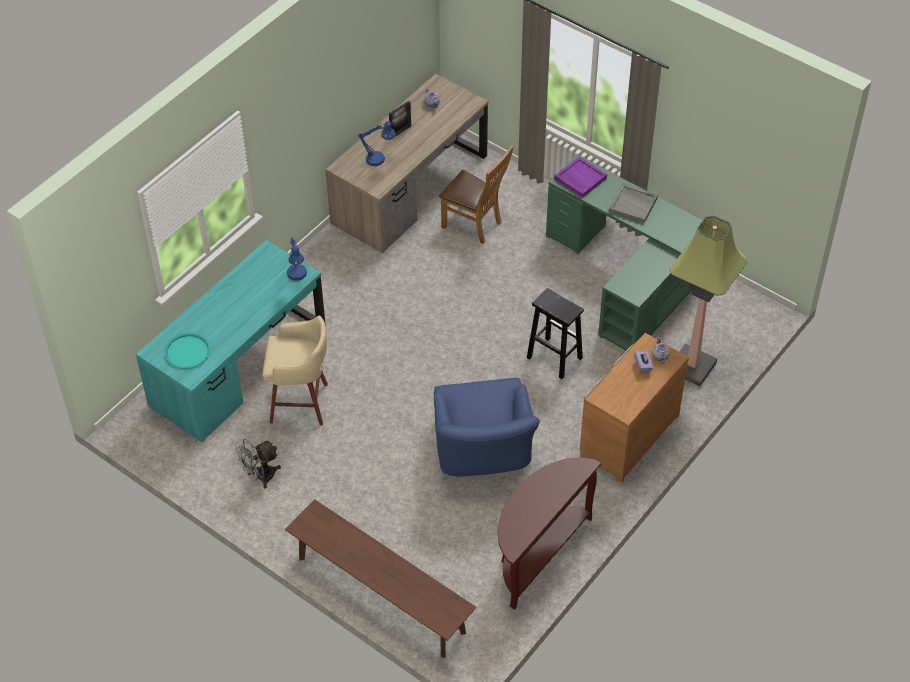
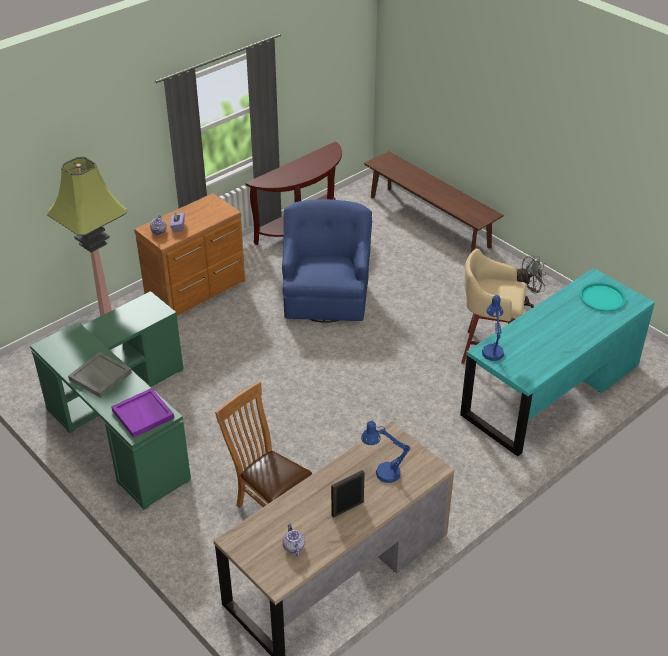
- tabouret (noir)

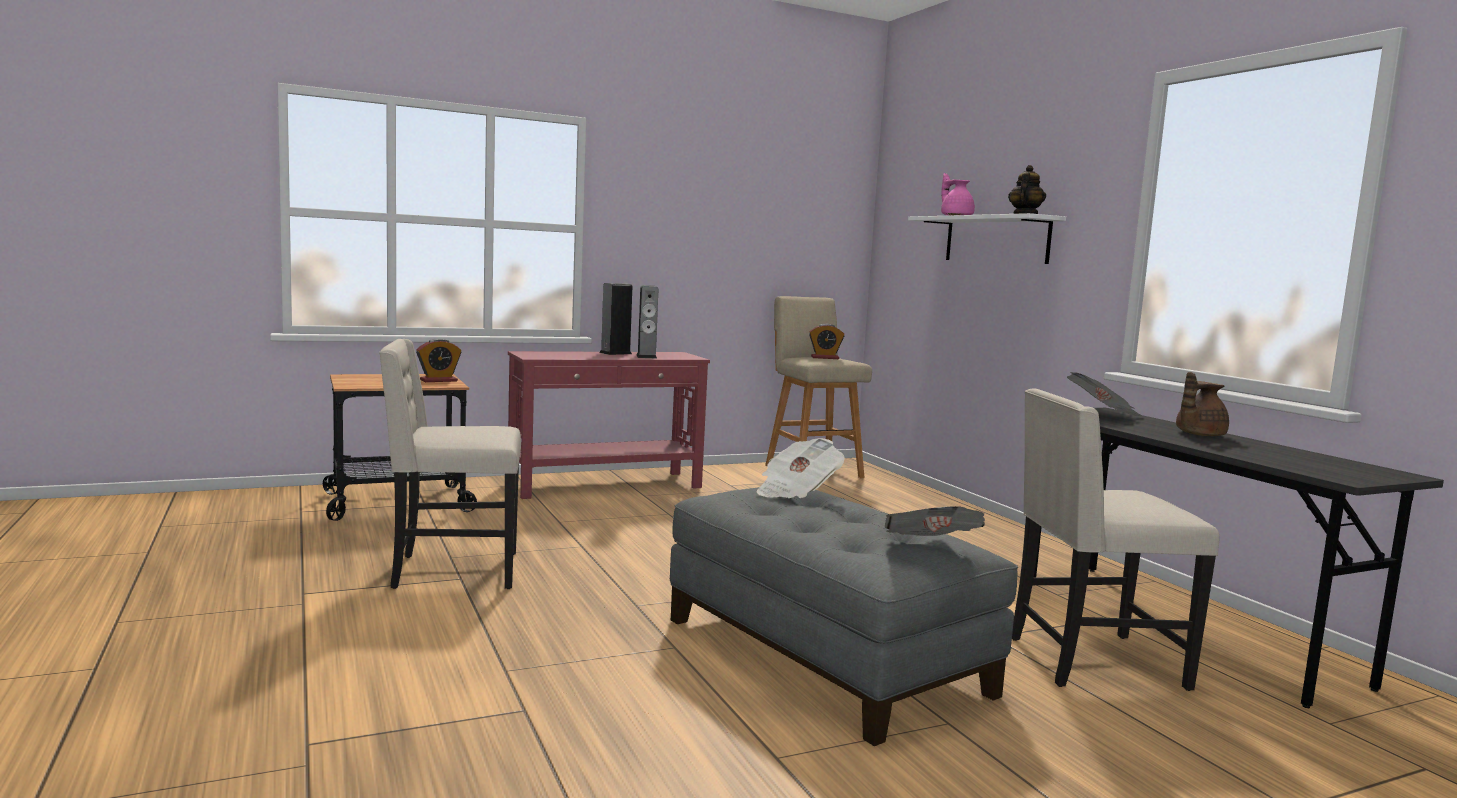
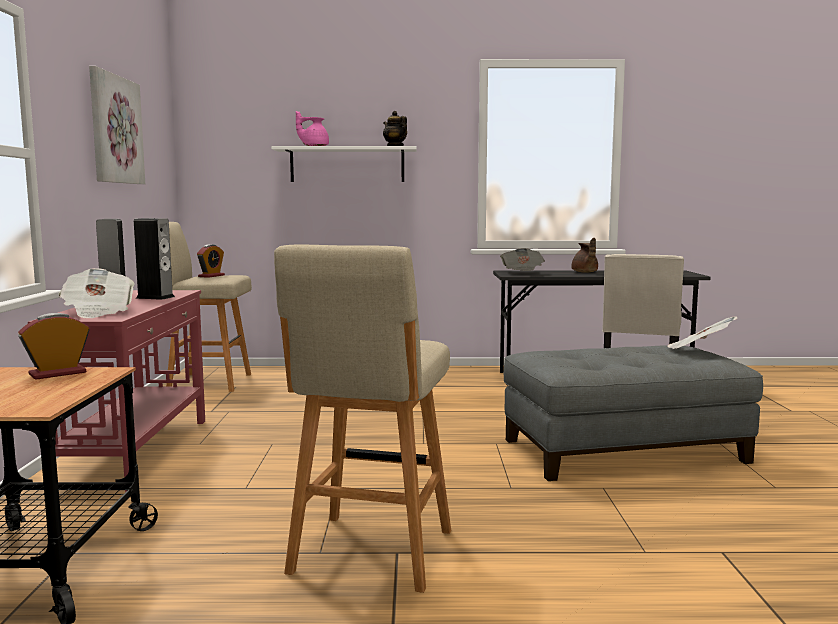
+ tableau
~ journal (no. 1 from left)
~ chaise (beige) (no. 1 from left) to tabouret (beige) (no. 2 from left)
~ réveil (no. 1 from left) 120 degrees counterclockwise

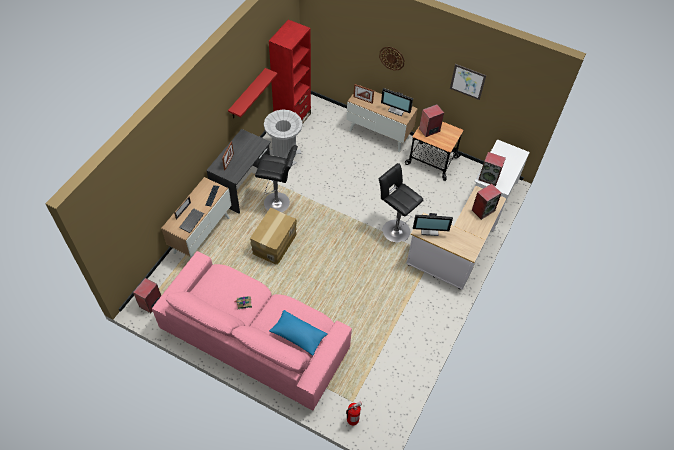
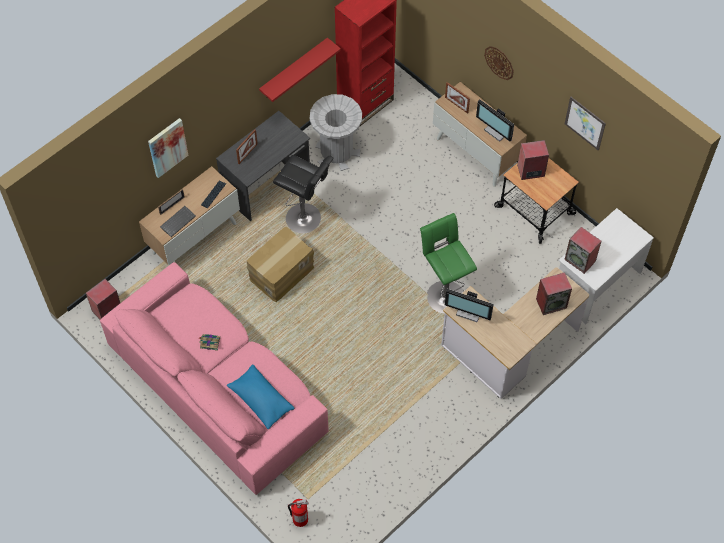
+ tableau (no. 1 from left)
~ tabouret (noir) (no. 2 from left) to tabouret (vert)

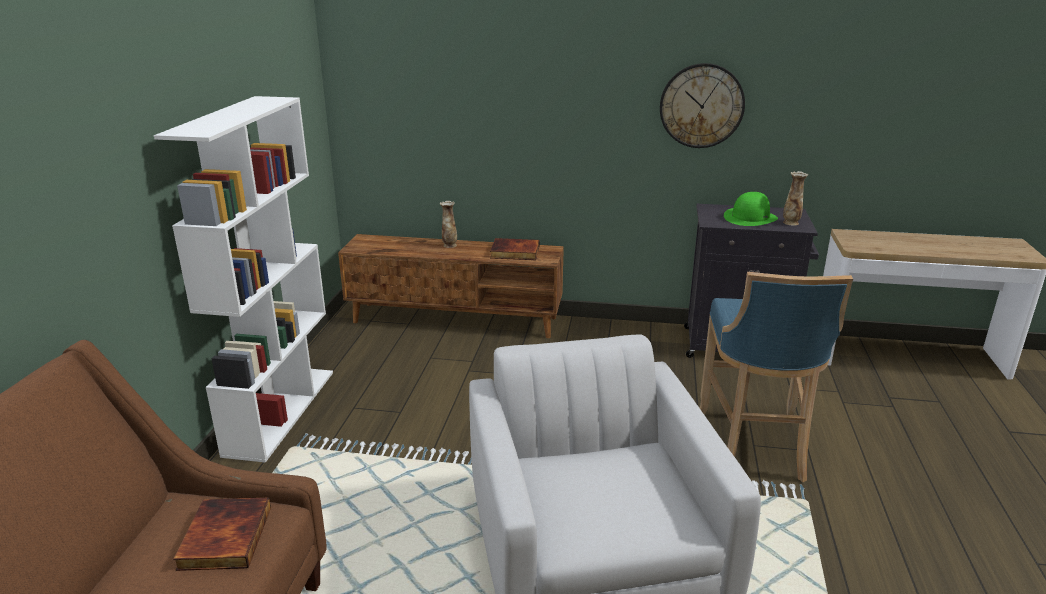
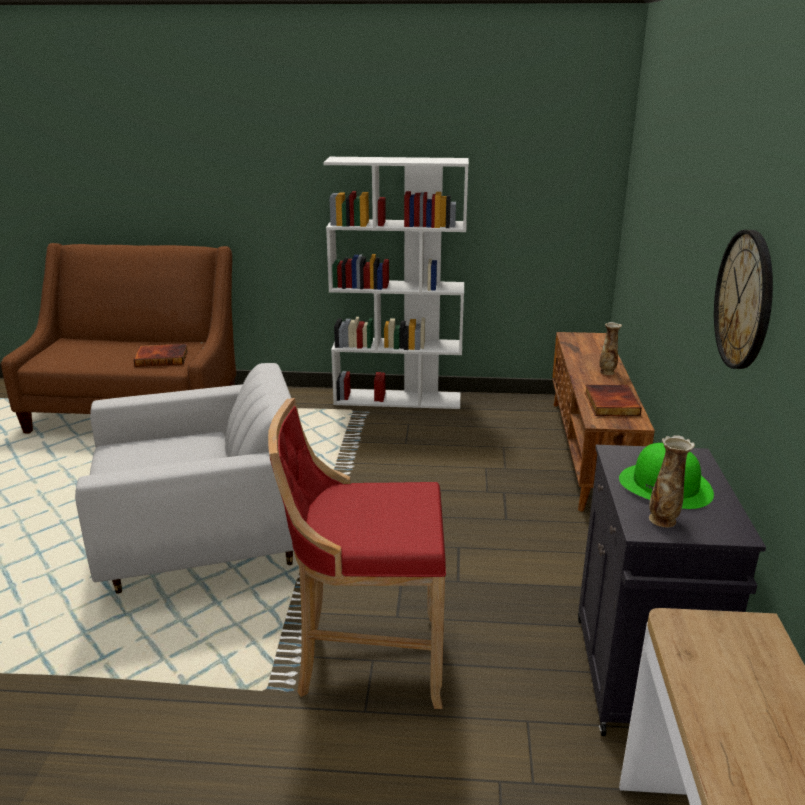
~ tabouret (bleu) to tabouret (rouge)

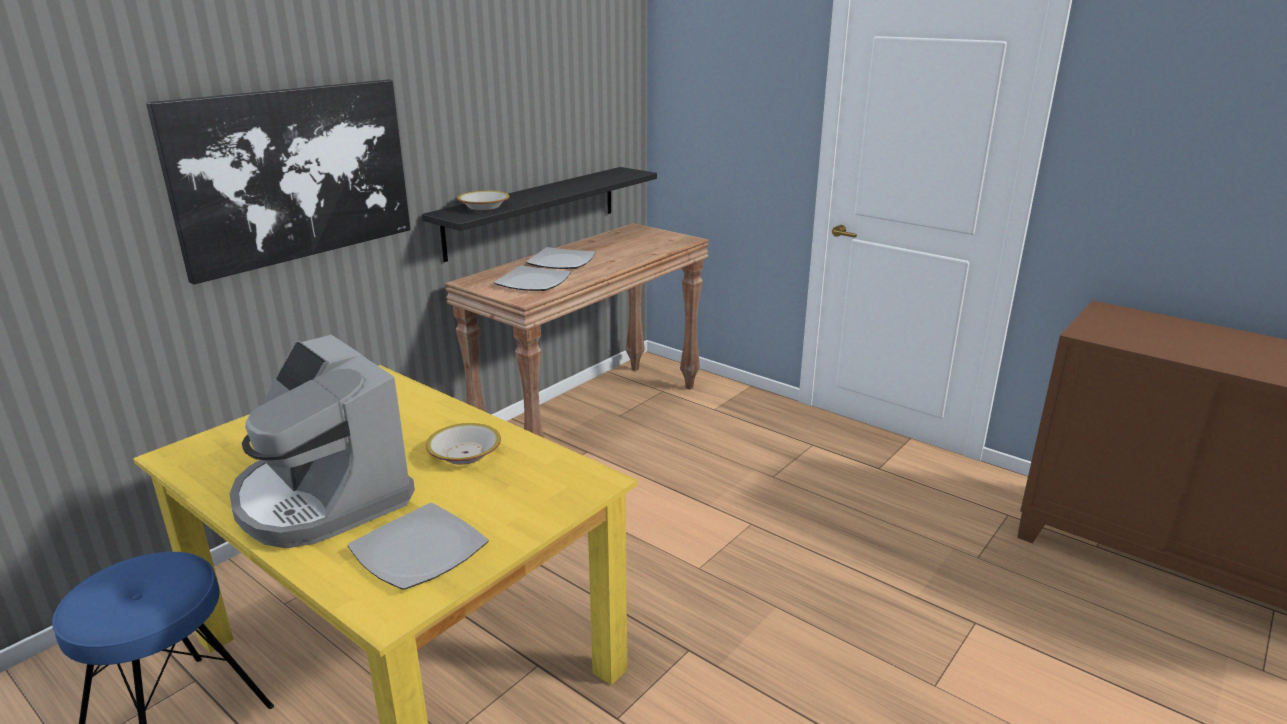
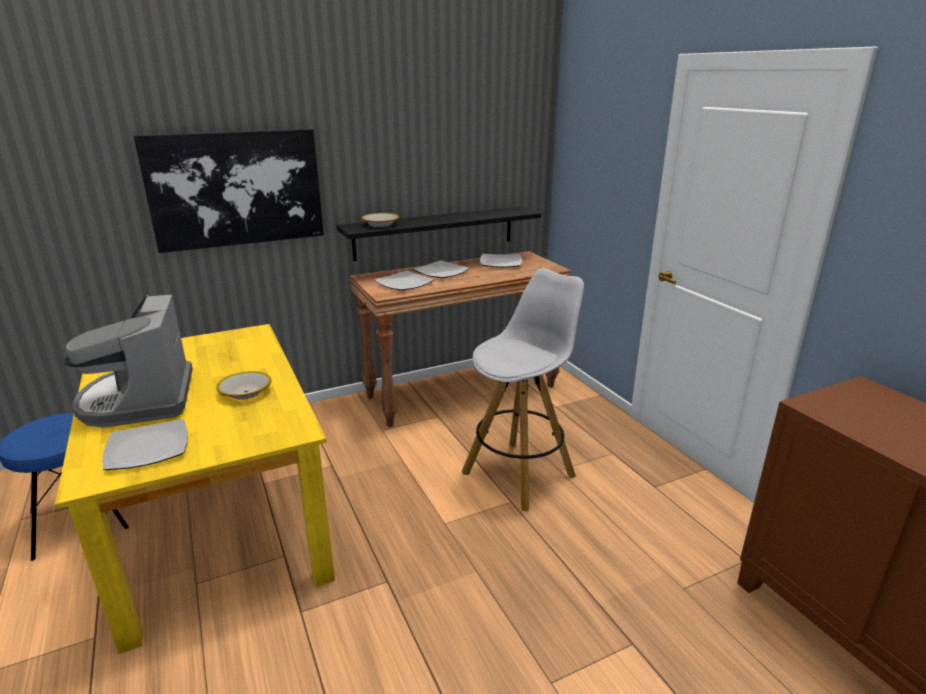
+ tabouret (blanc)
+ assiette (no. 4 from left)

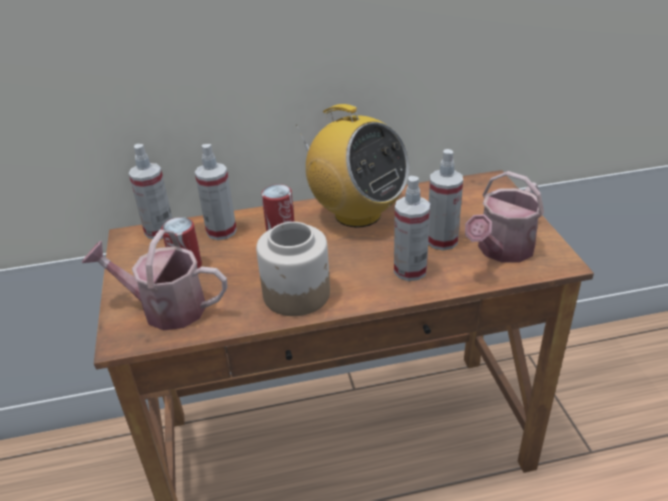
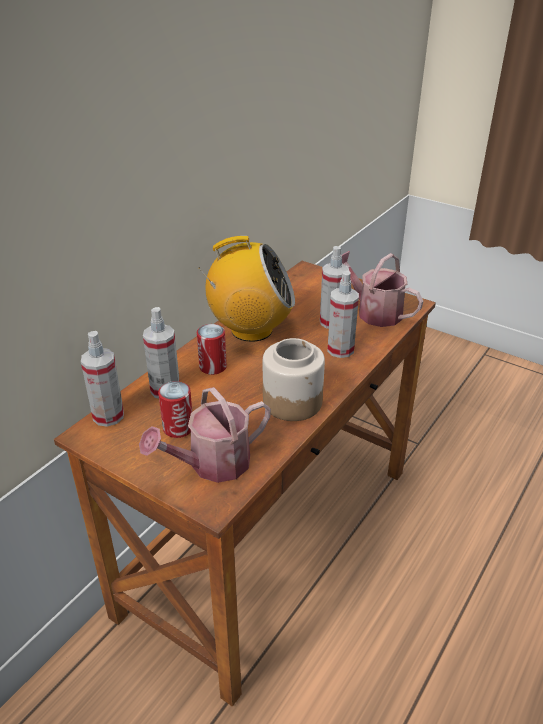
~ arrosoir (no. 2 from left) 135 degrees clockwise

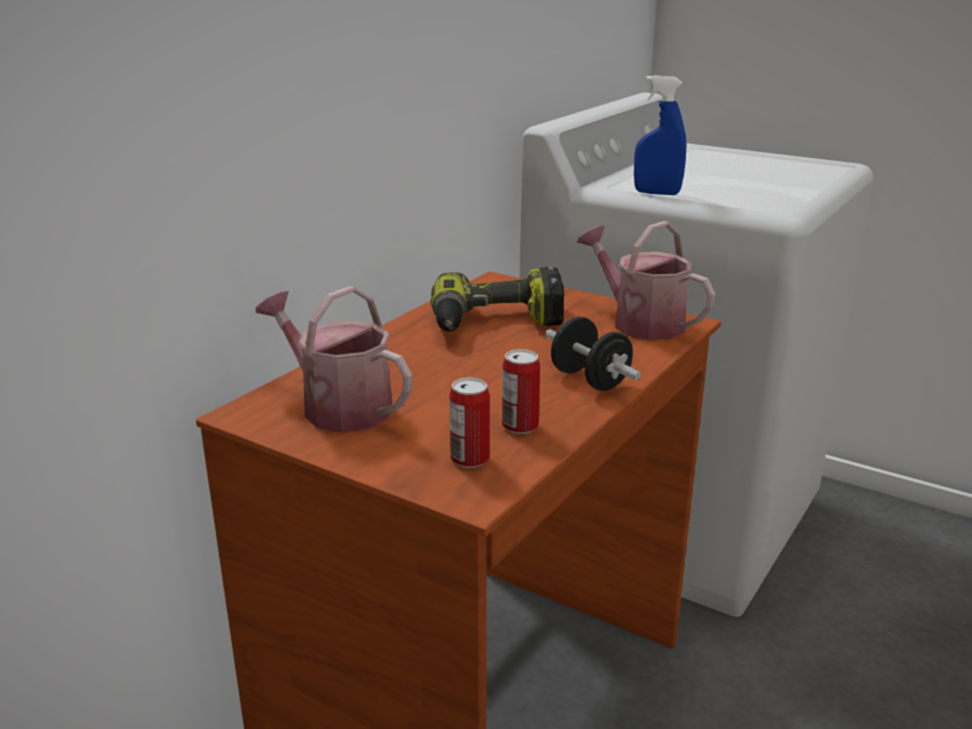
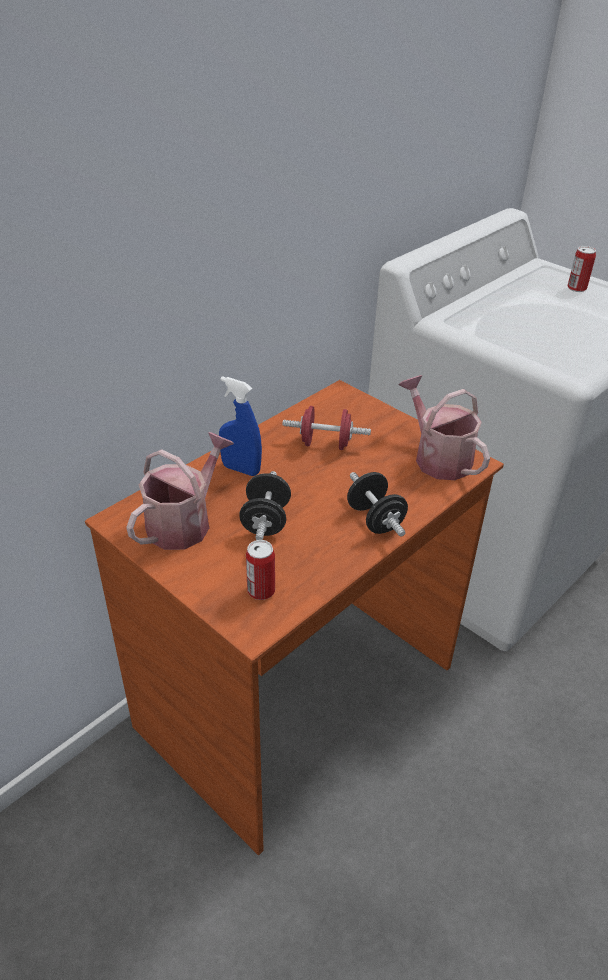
+ haltère (noir) (no. 1 from left)
~ boîte métallique (no. 2 from left)
~ vaporisateur (bleu)
~ perceuse to haltère (rouge)
~ arrosoir (no. 1 from left) 75 degrees clockwise

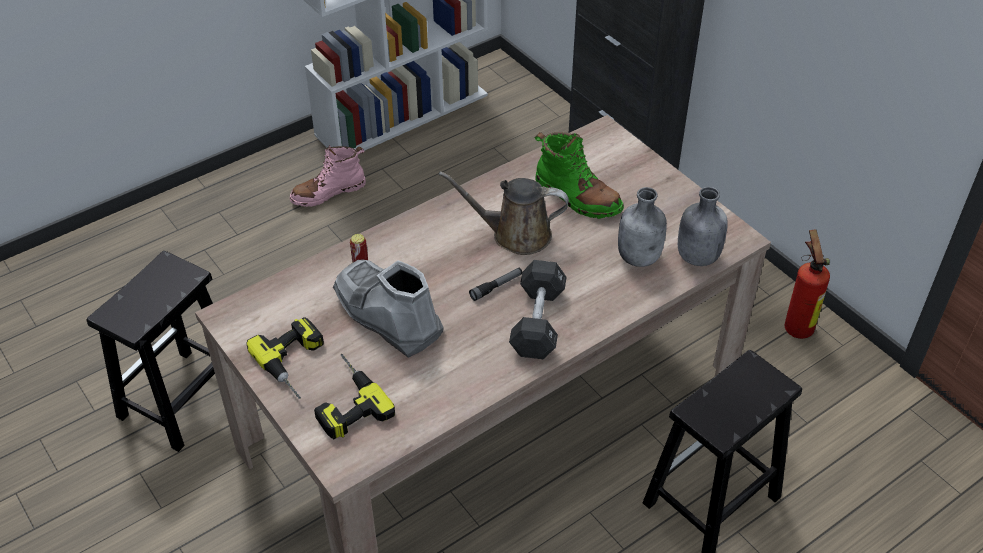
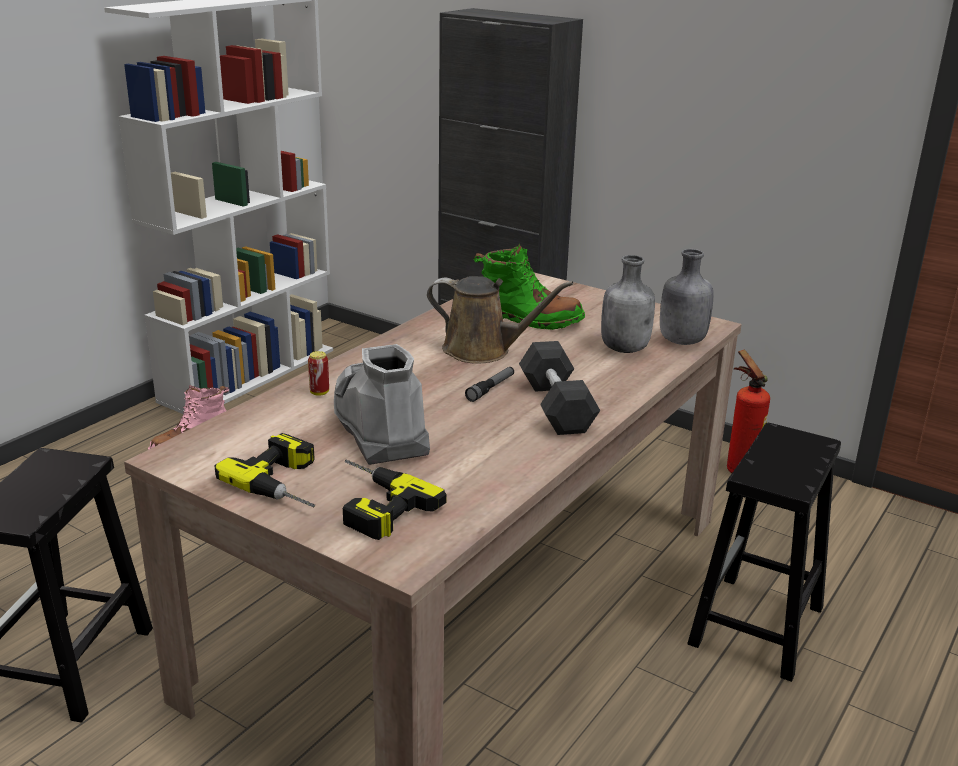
~ botte (gris) 45 degrees clockwise
~ arrosoir (marron) 150 degrees counterclockwise

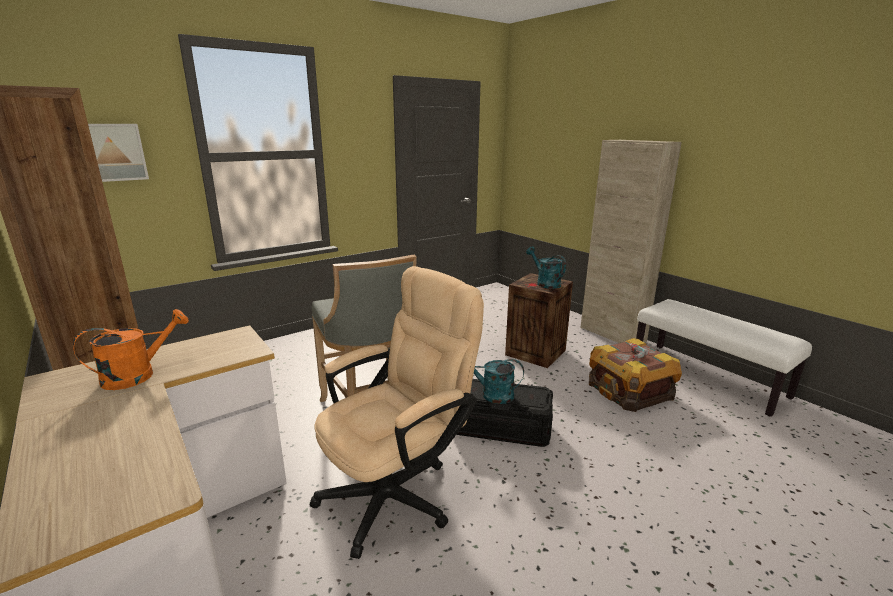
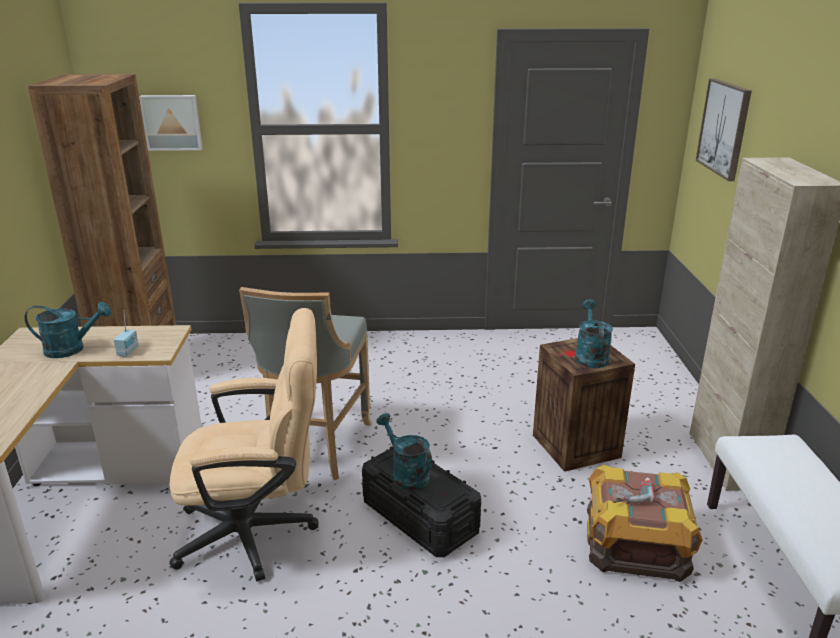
+ radio
+ tableau (no. 2 from left)
~ arrosoir (orange) to arrosoir (turquoise) (no. 1 from left)

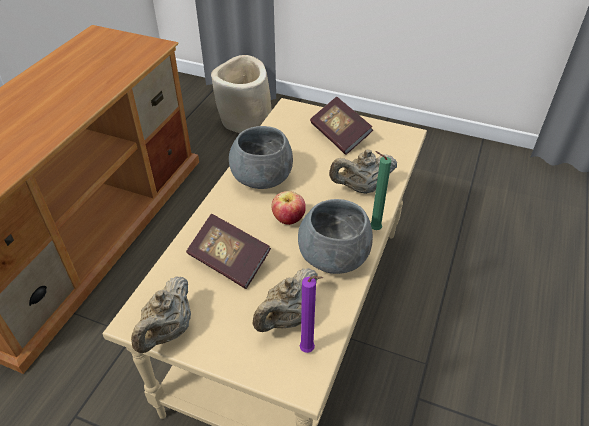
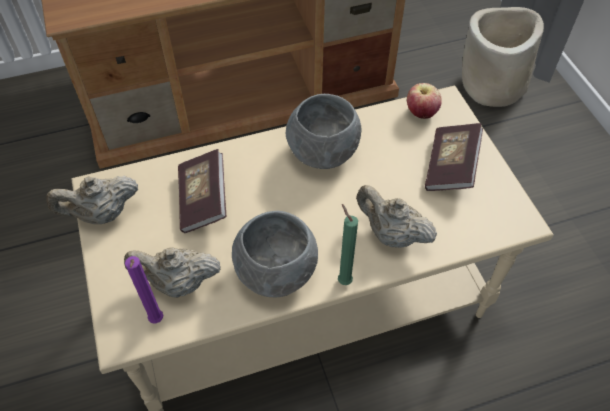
~ pomme

